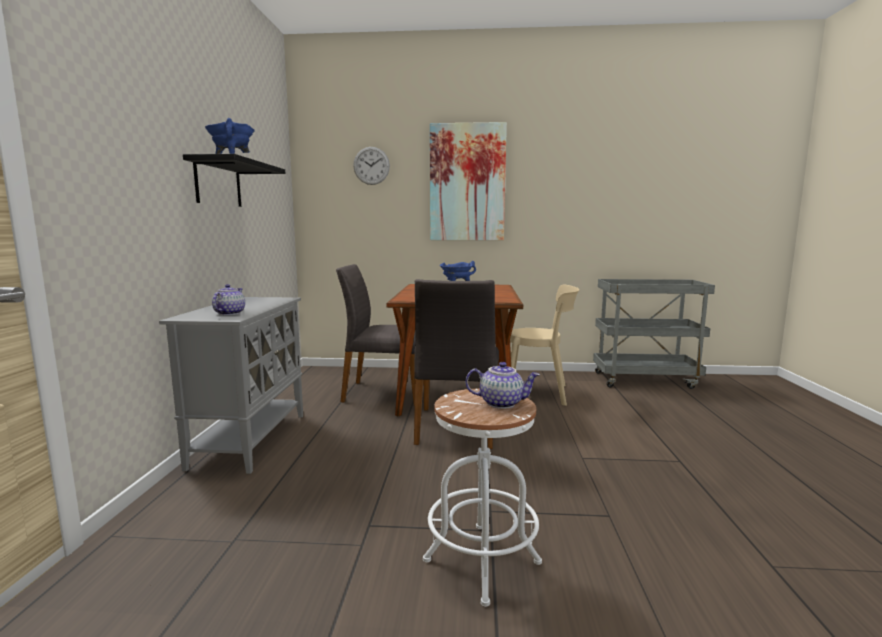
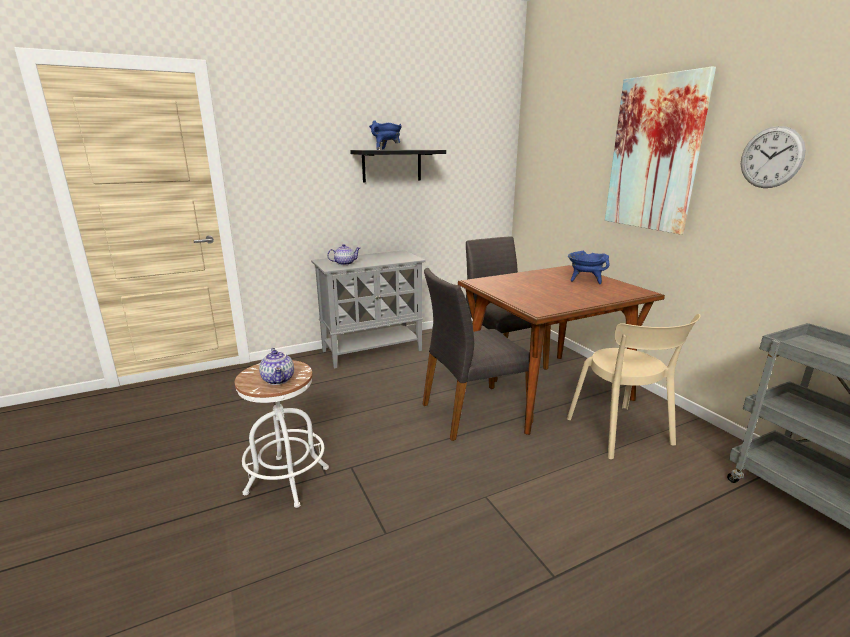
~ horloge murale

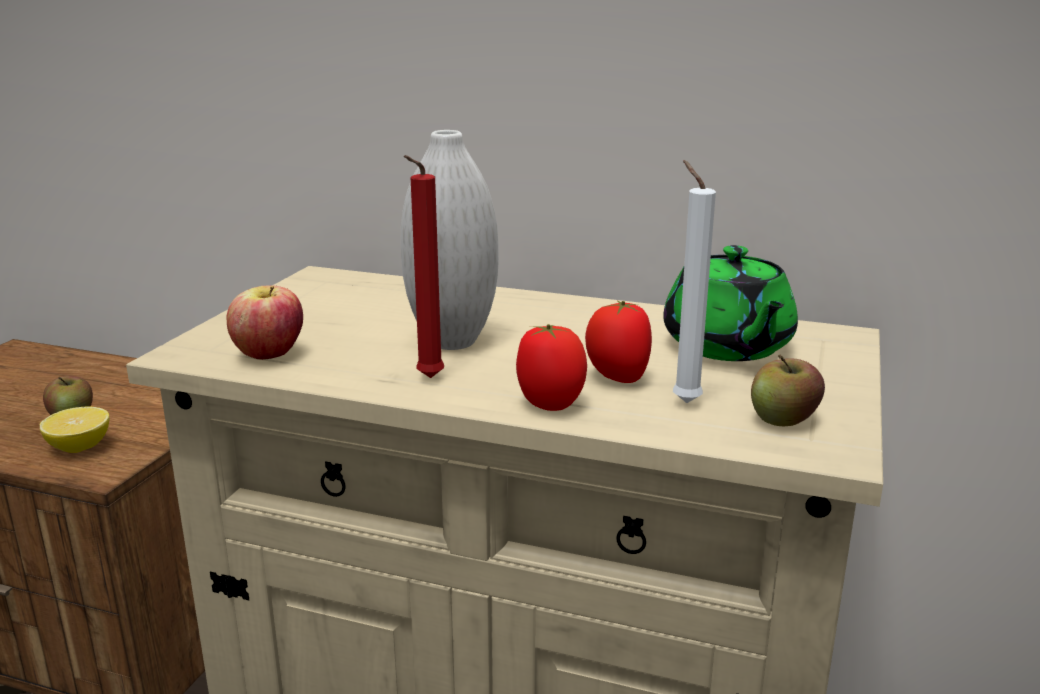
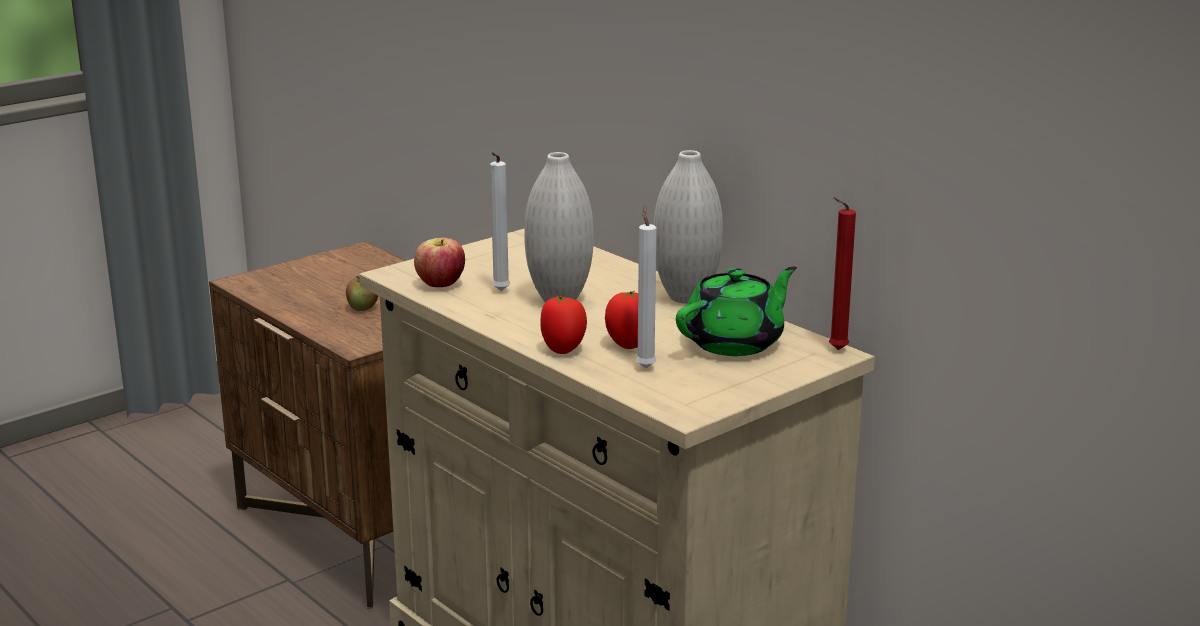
- citron
- pomme (no. 3 from left)
+ bougie (blanc) (no. 1 from left)
+ vase (blanc) (no. 2 from left)
~ bougie (rouge)
~ théière (vert) 150 degrees counterclockwise

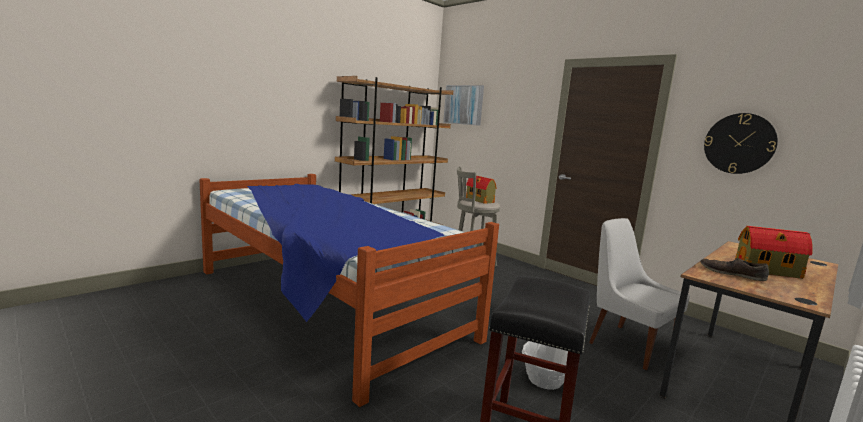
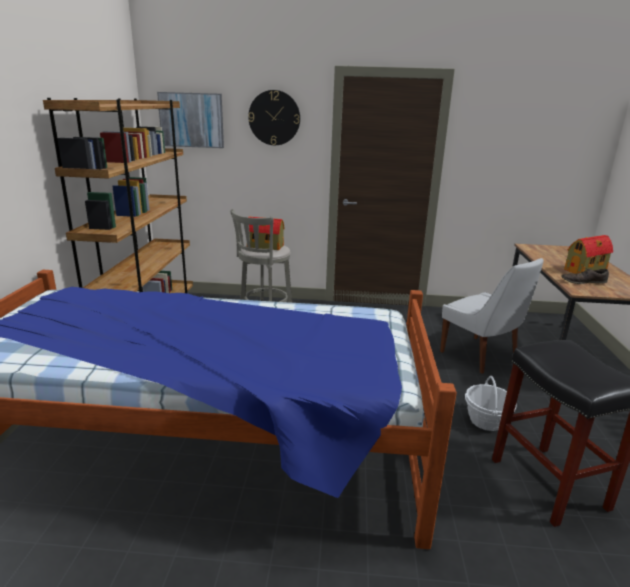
~ horloge murale
~ chaise (blanc) 135 degrees counterclockwise

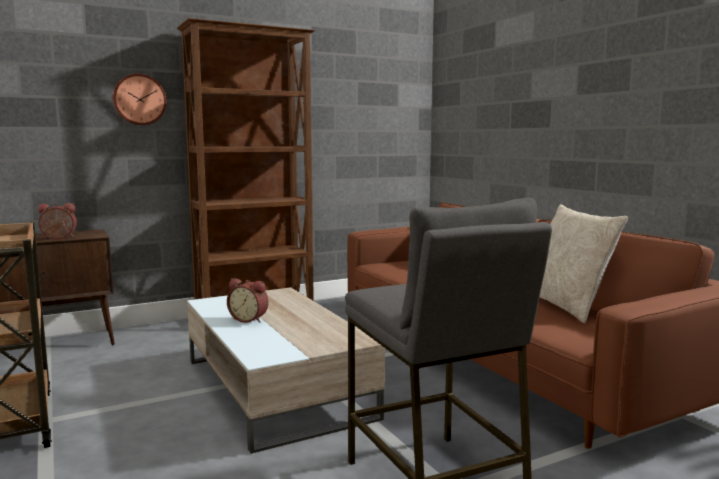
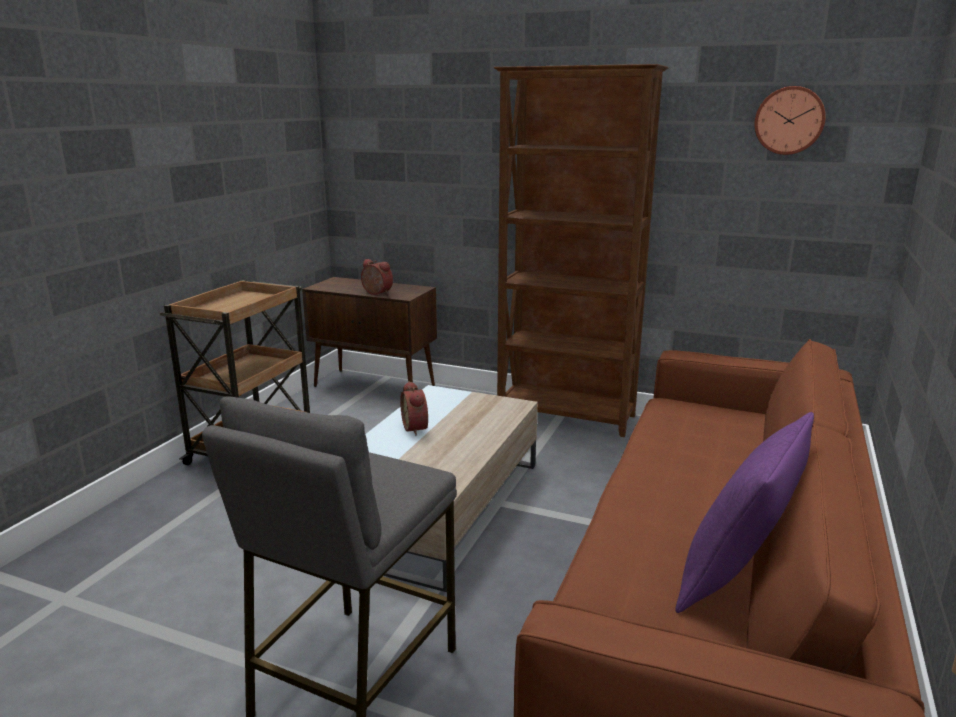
~ horloge murale
~ coussin (beige) to coussin (violet)

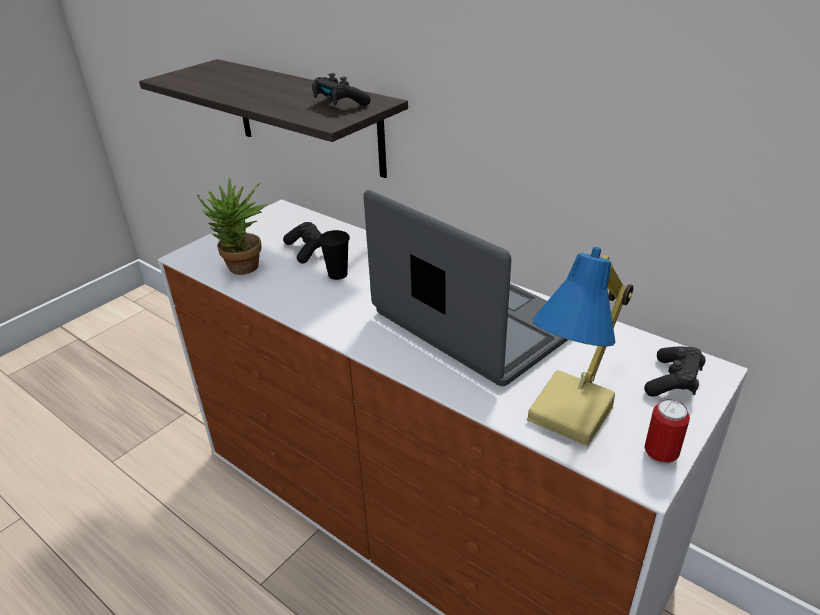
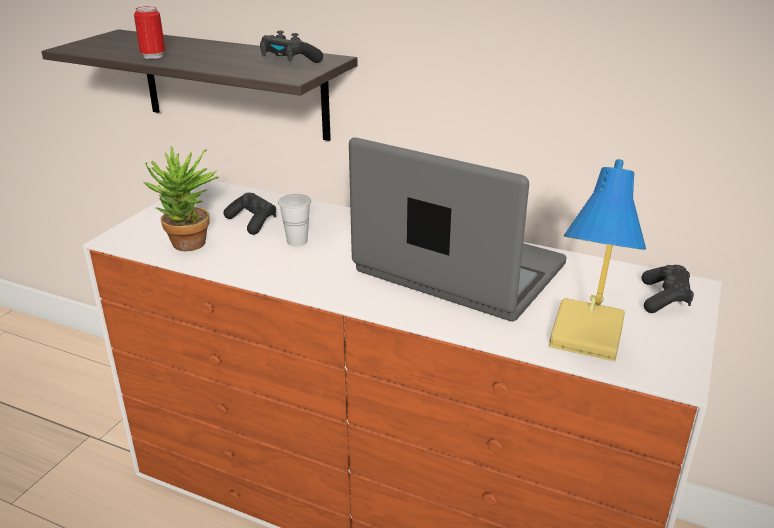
~ boîte métallique
~ tasse (noir) to tasse (blanc)

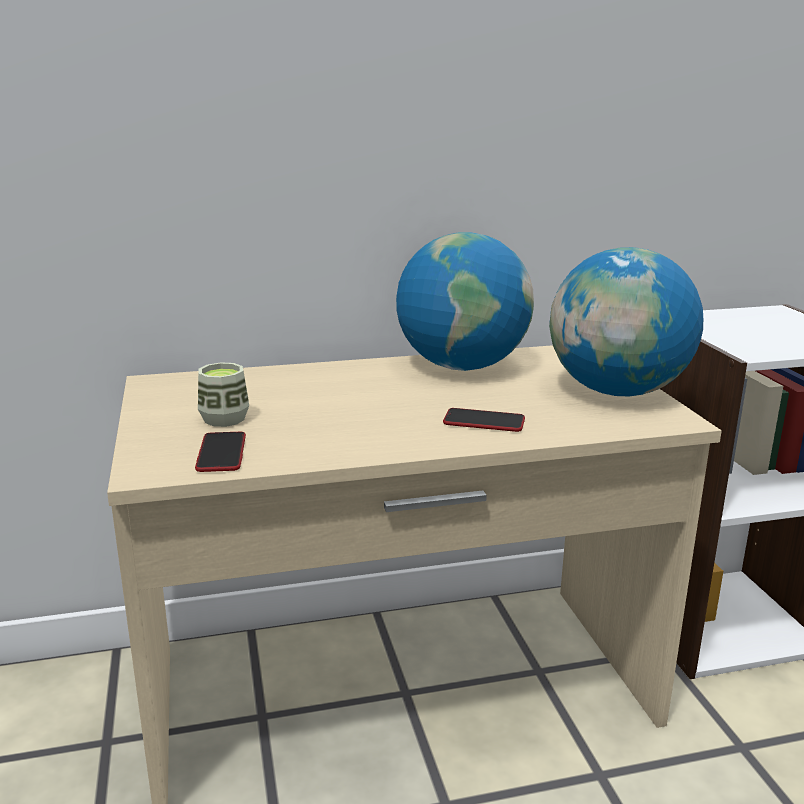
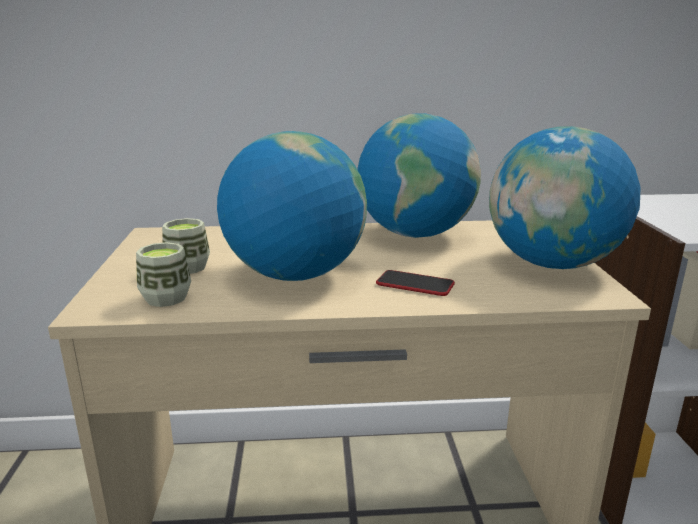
+ globe (no. 1 from left)
~ téléphone (no. 1 from left) to tasse (no. 1 from left)

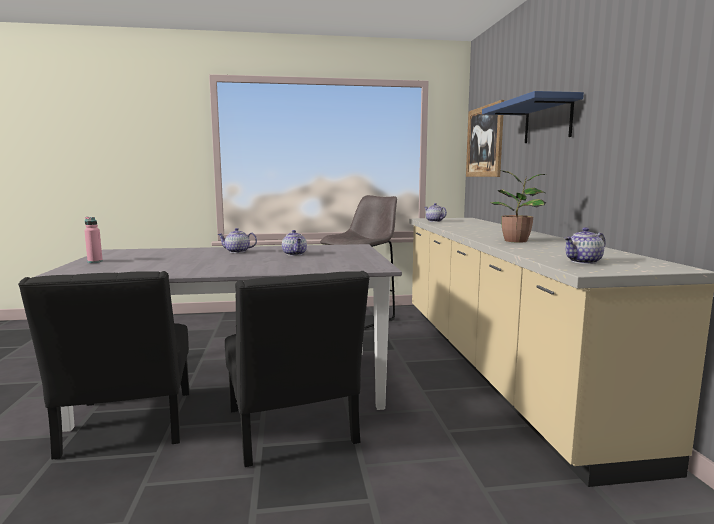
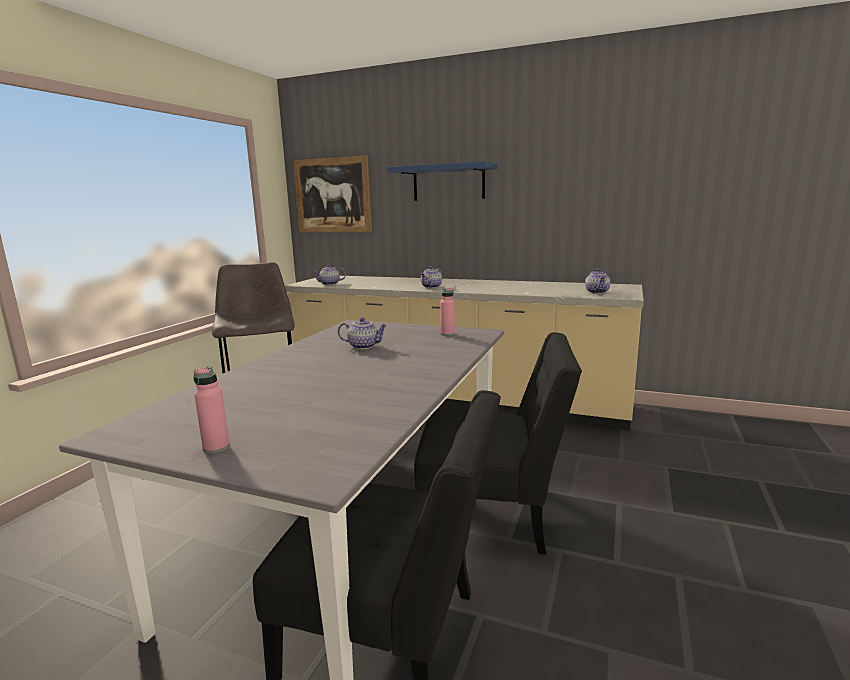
- plante en pot
+ bouteille (rose) (no. 2 from left)
~ théière (no. 1 from left in the first image) to théière (no. 3 from left)

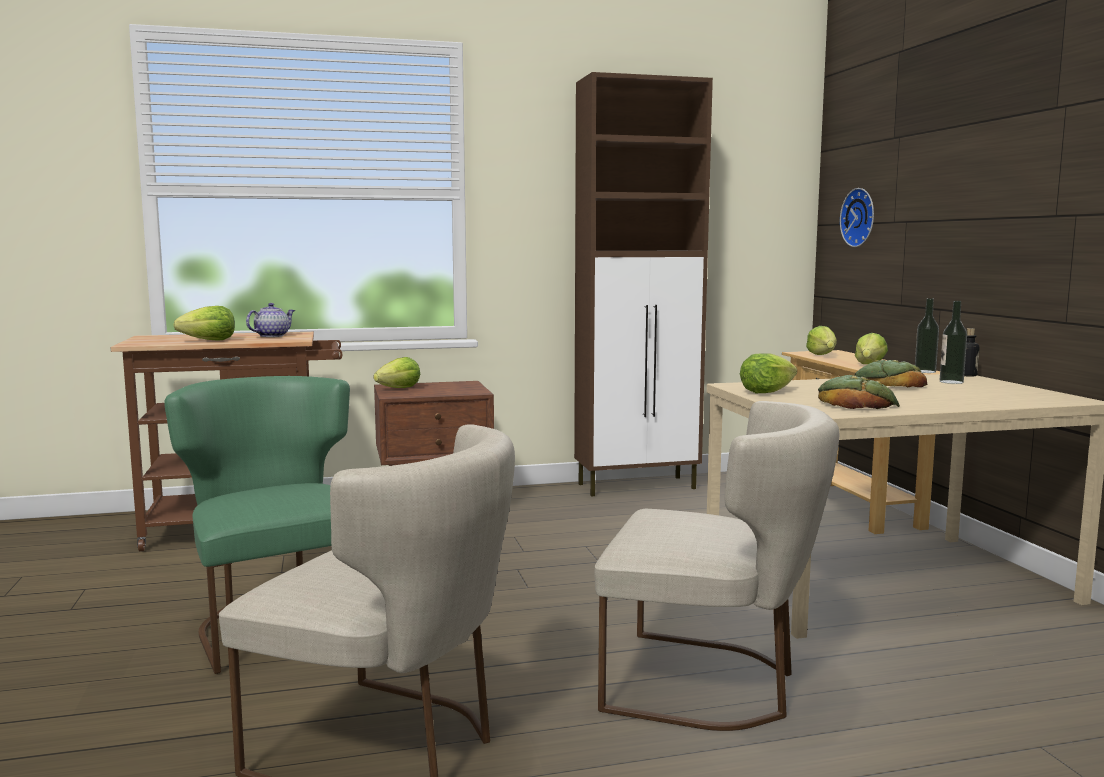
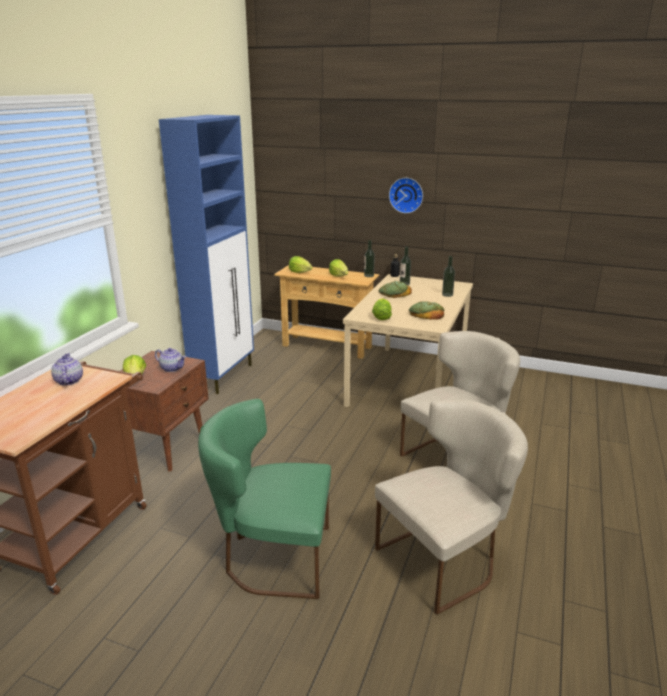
- laitue (no. 1 from left)
+ théière (no. 2 from left)
+ bouteille (no. 4 from left)
~ horloge murale
~ meuble de rangement (marron) to meuble de rangement (bleu)

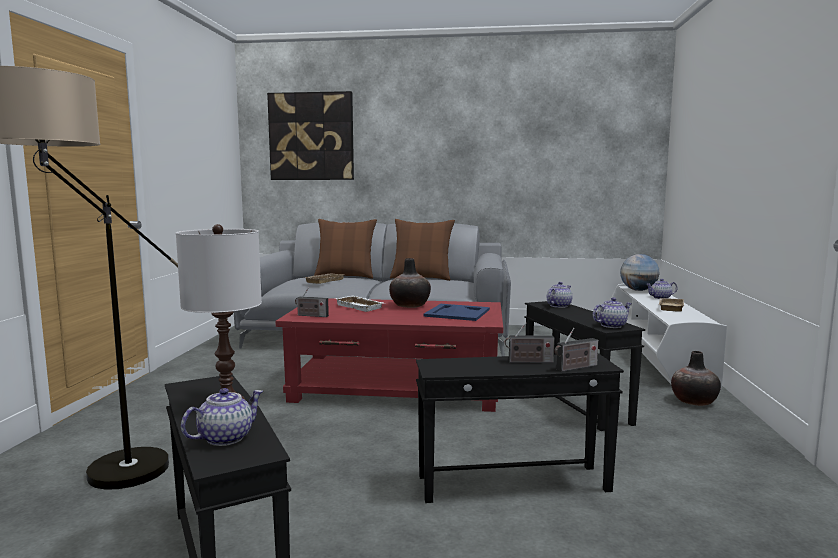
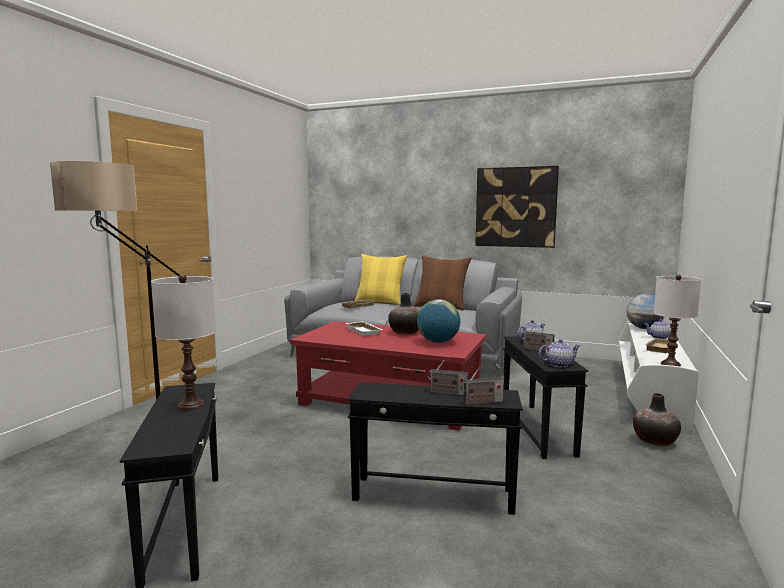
- théière (no. 1 from left)
+ lampe de table (blanc) (no. 2 from left)
~ tableau
~ radio (no. 1 from left in the first image) to radio (no. 3 from left)
~ plateau (bleu) to globe (no. 1 from left)
~ coussin (marron) (no. 1 from left) to coussin (jaune)

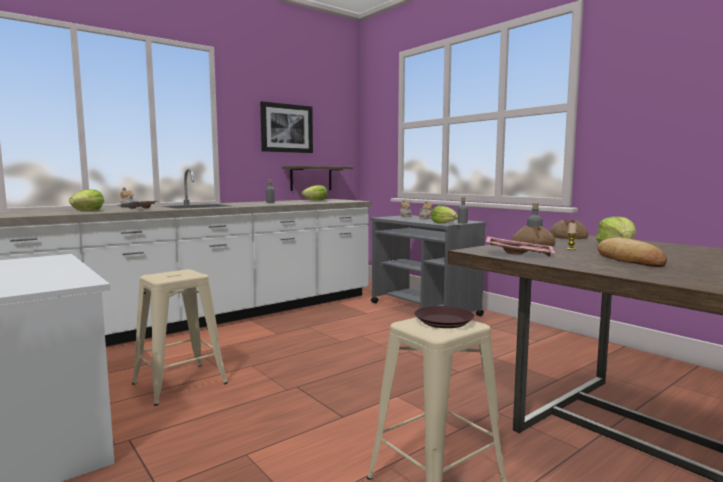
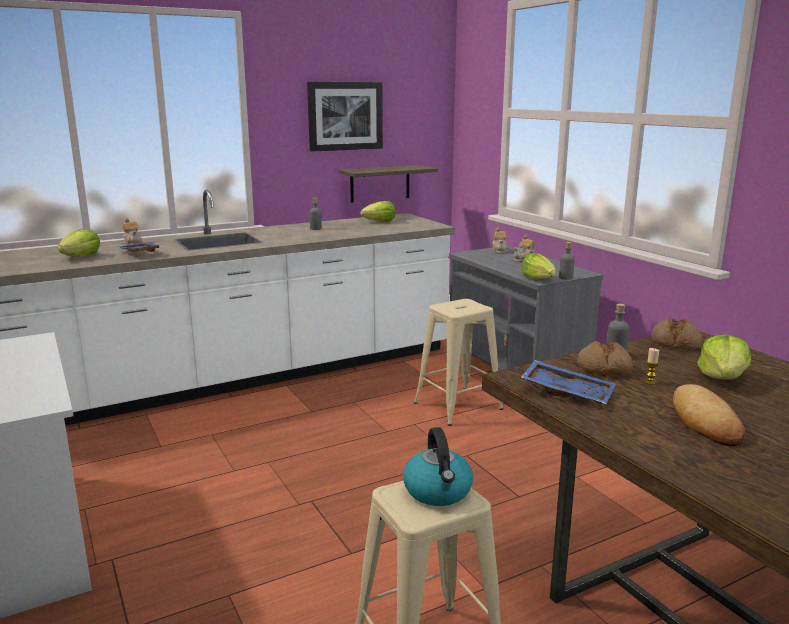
~ tabouret (beige) (no. 1 from left in the first image) to tabouret (beige) (no. 2 from left)
~ assiette (marron) to bouilloire
~ plateau (rose) to plateau (bleu) (no. 2 from left)

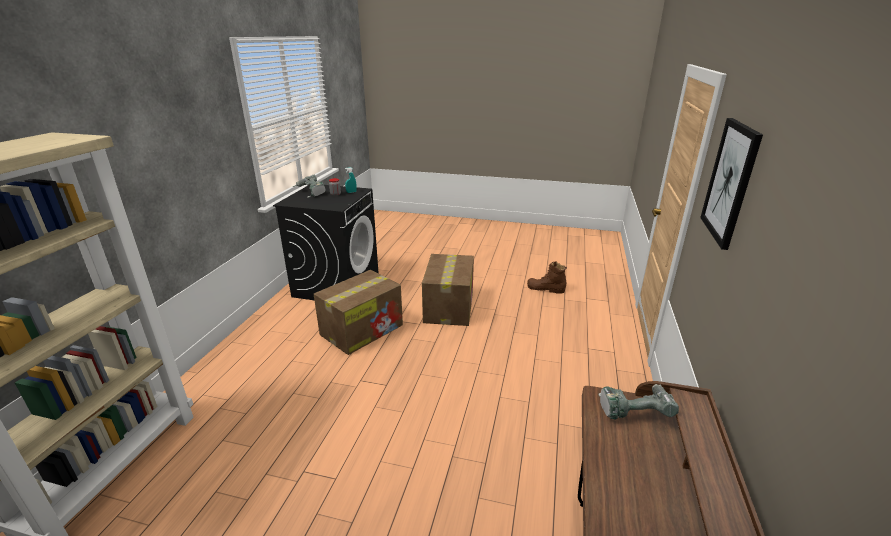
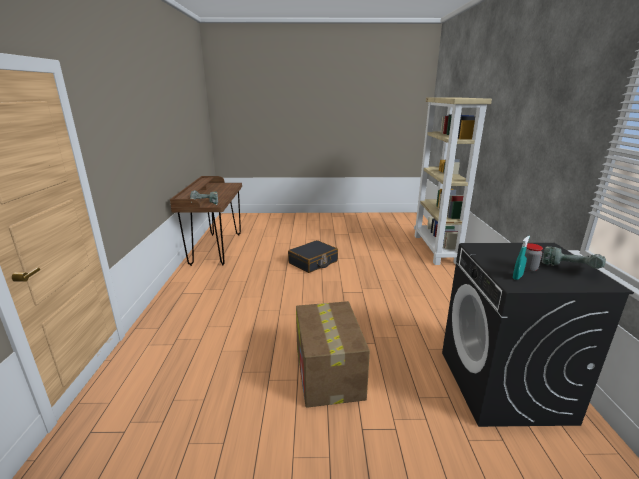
- carton (no. 1 from left)
- botte (marron)
- tableau
+ valise (noir)

